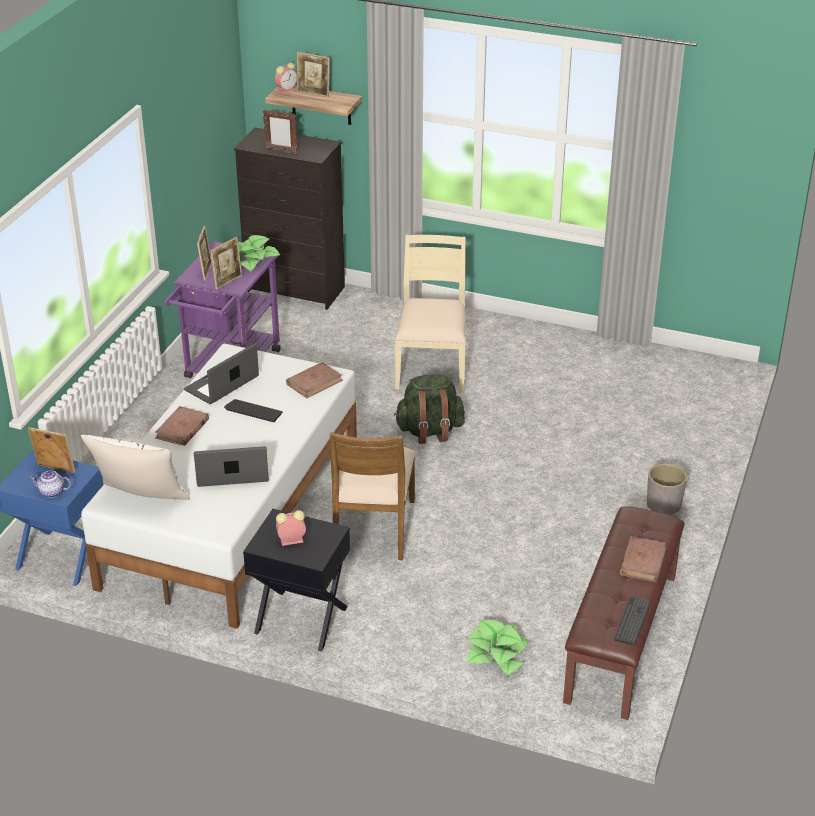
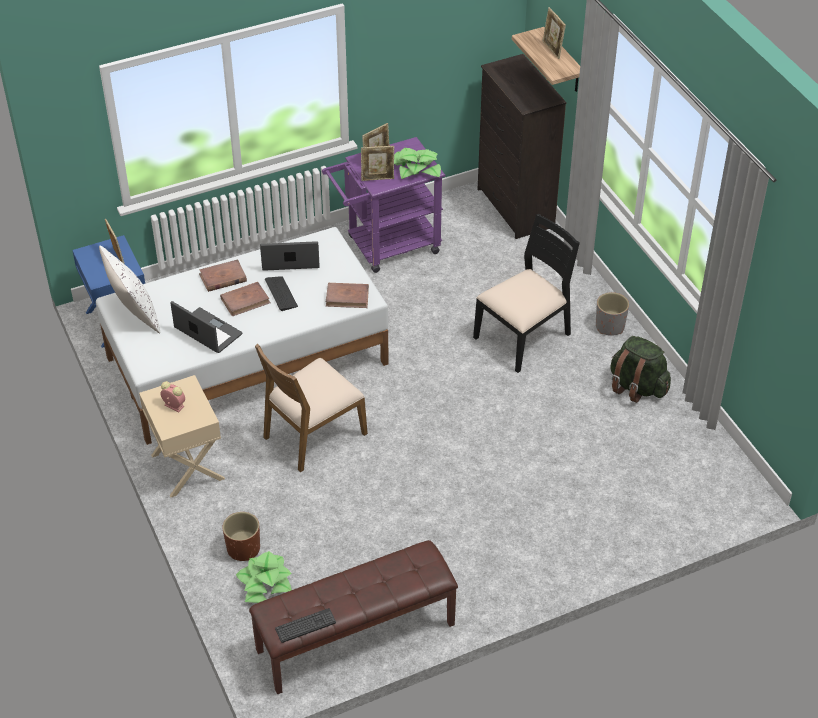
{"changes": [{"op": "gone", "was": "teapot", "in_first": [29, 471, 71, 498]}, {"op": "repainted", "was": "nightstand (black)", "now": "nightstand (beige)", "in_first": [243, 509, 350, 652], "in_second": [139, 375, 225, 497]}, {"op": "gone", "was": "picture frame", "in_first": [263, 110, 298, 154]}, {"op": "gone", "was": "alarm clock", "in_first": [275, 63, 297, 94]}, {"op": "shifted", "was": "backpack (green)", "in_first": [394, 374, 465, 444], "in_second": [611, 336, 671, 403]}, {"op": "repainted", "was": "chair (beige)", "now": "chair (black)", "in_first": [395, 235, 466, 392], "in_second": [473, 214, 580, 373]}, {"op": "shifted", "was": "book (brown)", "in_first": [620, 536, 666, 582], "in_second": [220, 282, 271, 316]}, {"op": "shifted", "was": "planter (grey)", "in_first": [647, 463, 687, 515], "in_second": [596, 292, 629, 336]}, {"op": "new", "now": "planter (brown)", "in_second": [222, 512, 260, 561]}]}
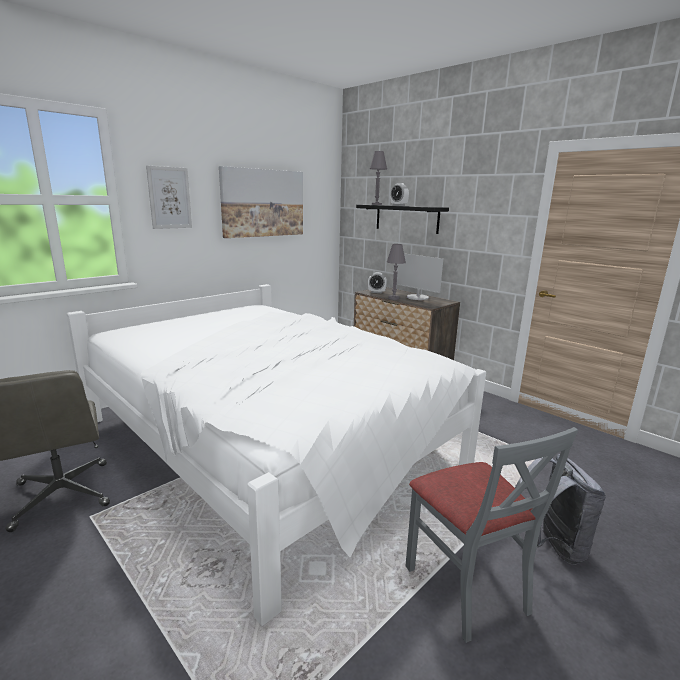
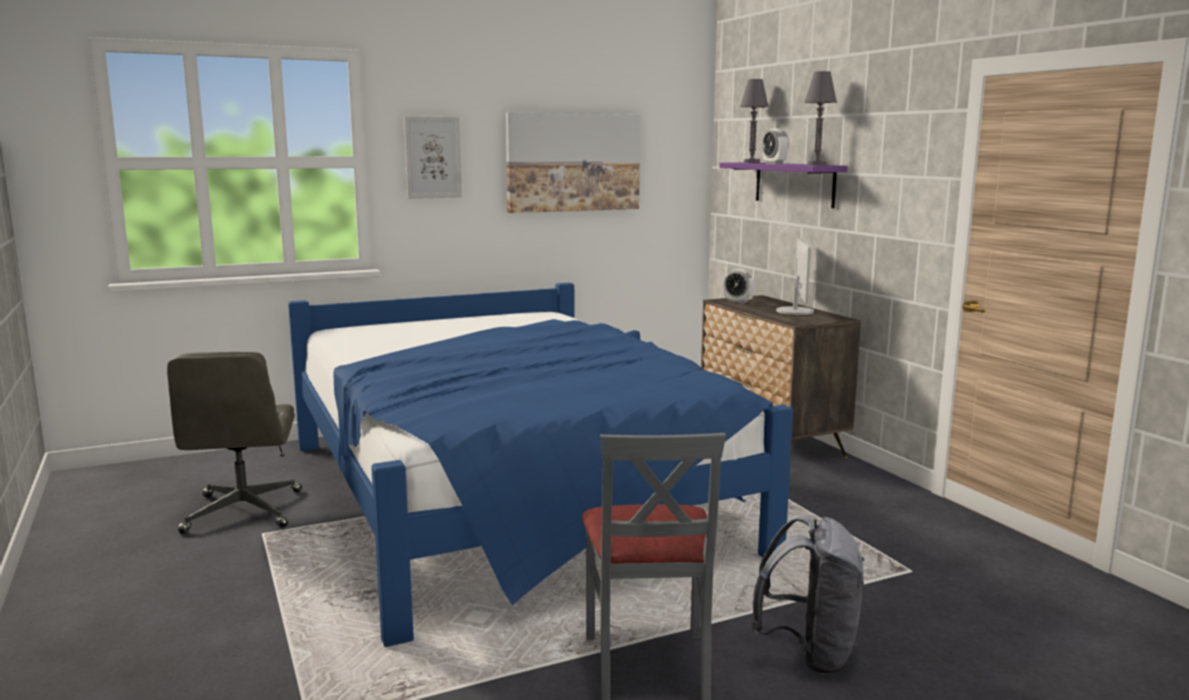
{"changes": [{"op": "repainted", "was": "bed (white)", "now": "bed (blue)", "in_first": [67, 284, 486, 626], "in_second": [288, 283, 793, 647]}, {"op": "repainted", "was": "shelf (black)", "now": "shelf (purple)", "in_first": [356, 205, 449, 234], "in_second": [719, 162, 848, 208]}, {"op": "shifted", "was": "table lamp (grey)", "in_first": [387, 244, 406, 300], "in_second": [804, 71, 837, 165]}, {"op": "rotated", "was": "monitor", "in_first": [397, 253, 443, 300], "in_second": [776, 238, 814, 315], "clockwise": -150}]}
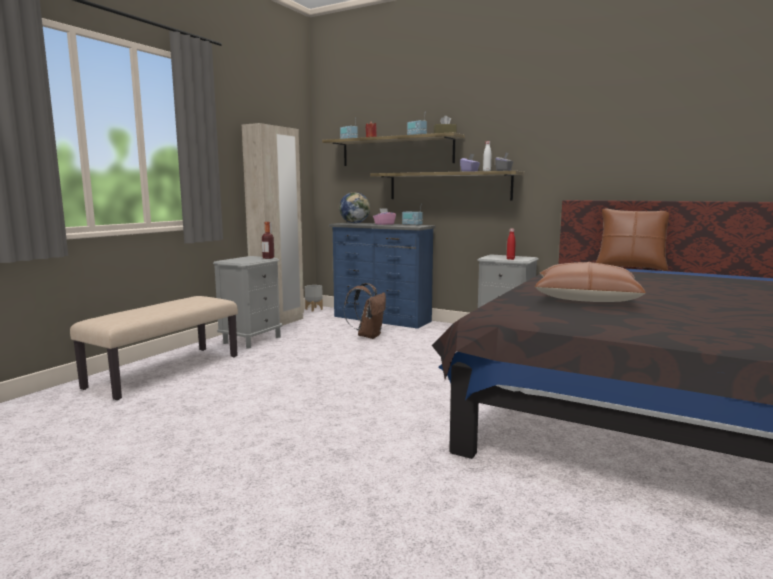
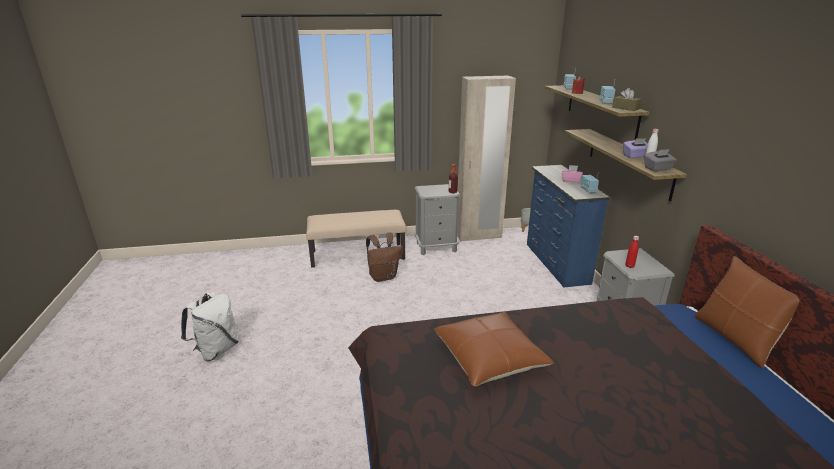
{"changes": [{"op": "gone", "was": "globe", "in_first": [339, 192, 370, 223]}, {"op": "shifted", "was": "backpack (brown)", "in_first": [344, 283, 386, 339], "in_second": [366, 233, 403, 282]}, {"op": "new", "now": "backpack (white)", "in_second": [181, 292, 238, 361]}]}
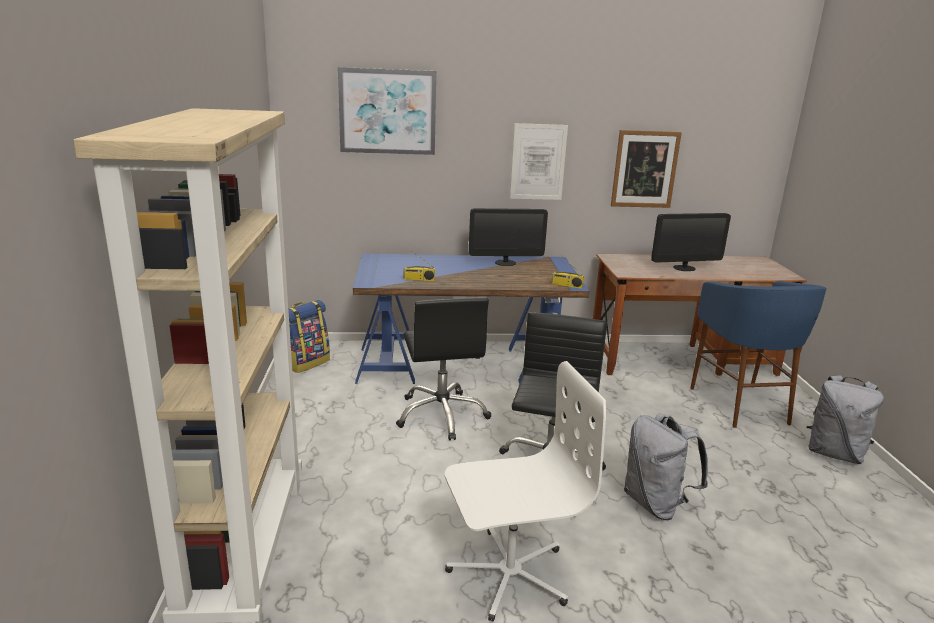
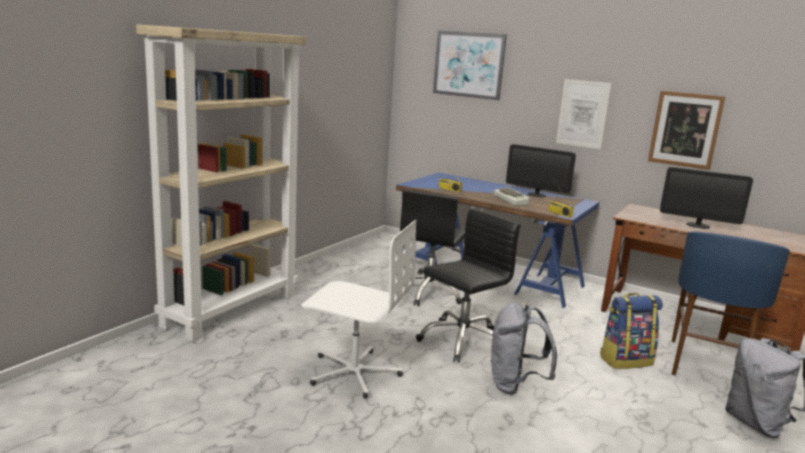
{"changes": [{"op": "shifted", "was": "backpack", "in_first": [288, 300, 330, 373], "in_second": [600, 293, 663, 369]}, {"op": "new", "now": "keyboard", "in_second": [494, 187, 530, 206]}]}
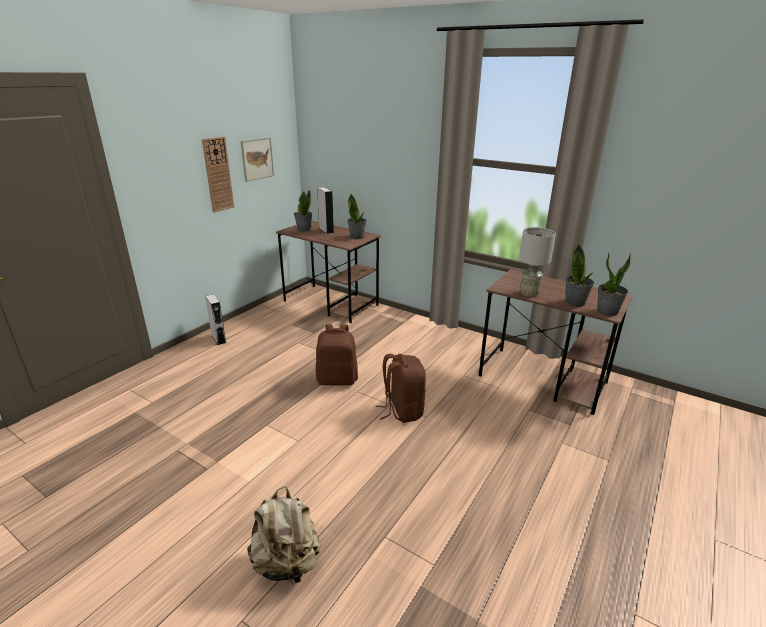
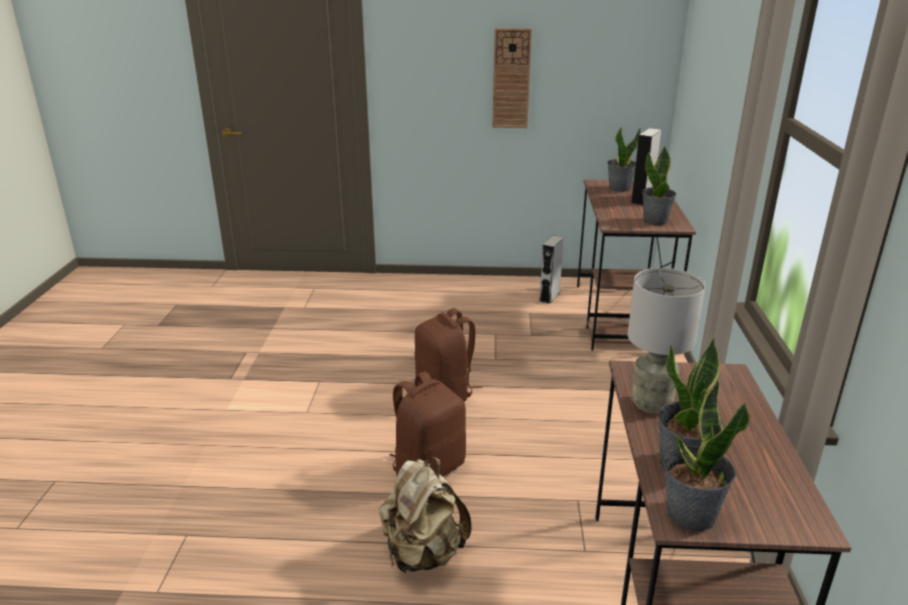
{"changes": [{"op": "shifted", "was": "speaker (grey)", "in_first": [205, 294, 226, 345], "in_second": [539, 235, 564, 304]}, {"op": "gone", "was": "picture", "in_first": [241, 137, 274, 182]}, {"op": "shifted", "was": "backpack (beige)", "in_first": [247, 486, 321, 586], "in_second": [379, 457, 471, 573]}]}
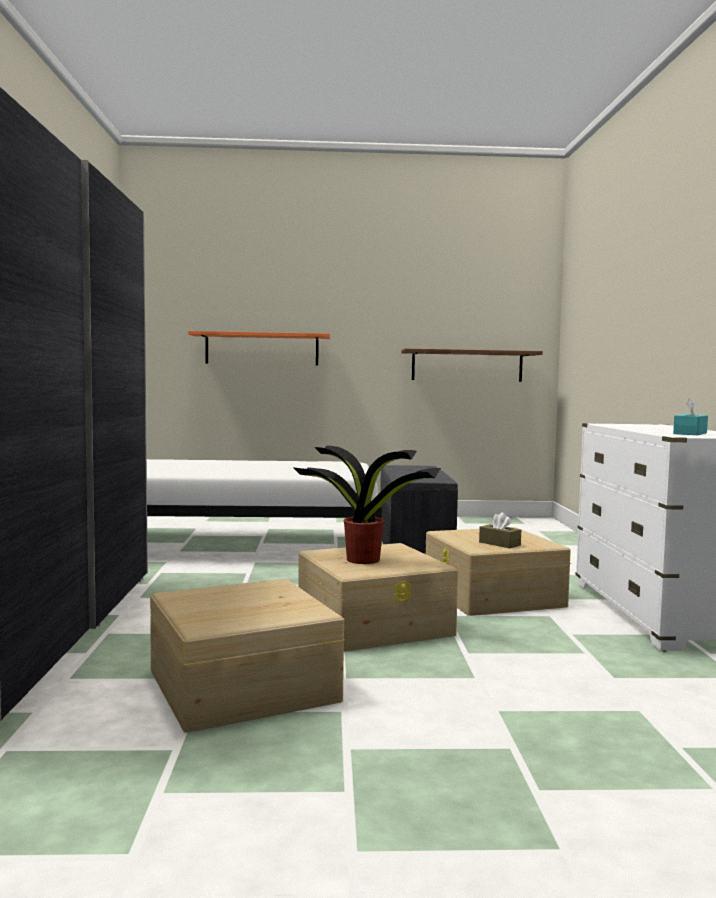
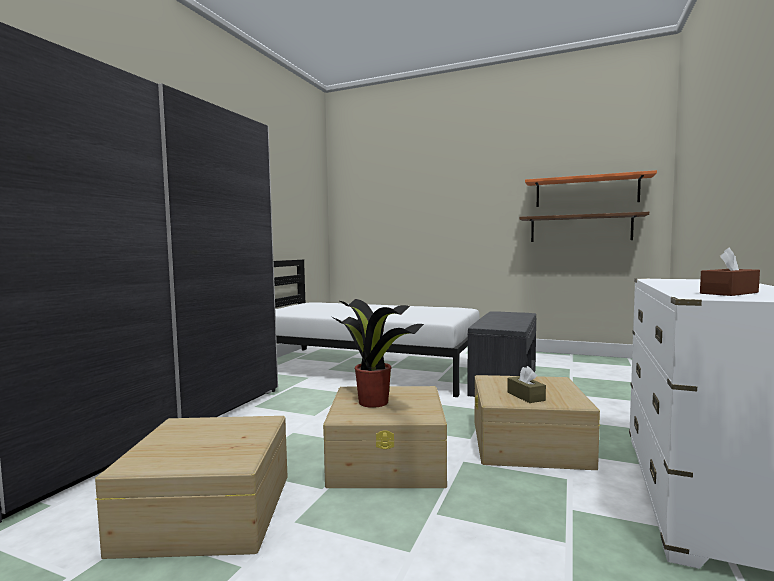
{"changes": [{"op": "shifted", "was": "shelf (orange)", "in_first": [188, 331, 330, 365], "in_second": [525, 170, 657, 207]}, {"op": "repainted", "was": "tissue box (turquoise)", "now": "tissue box (brown)", "in_first": [673, 397, 708, 435], "in_second": [700, 248, 760, 296]}]}
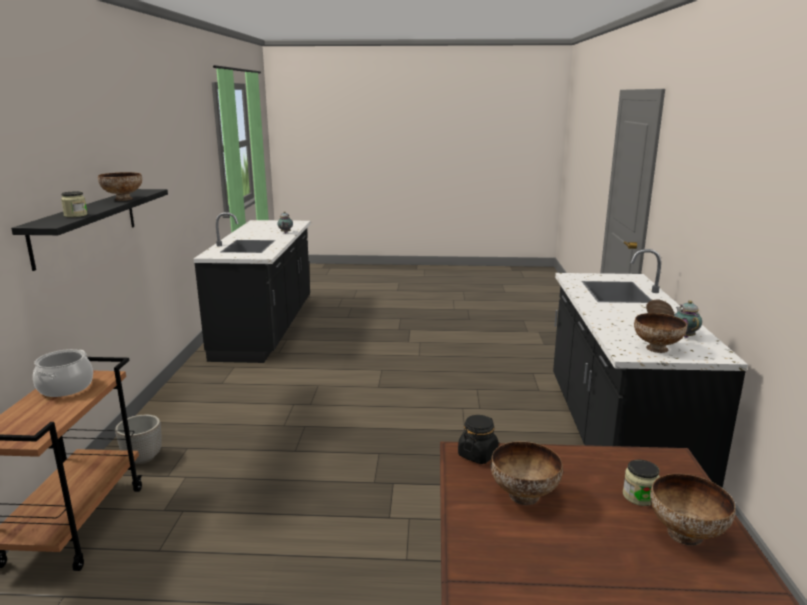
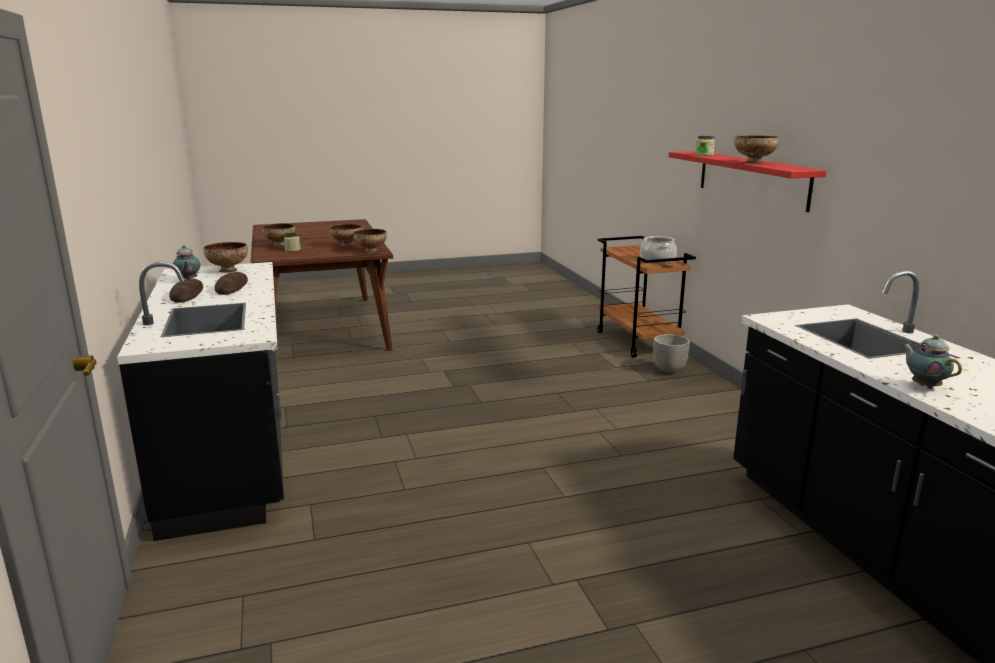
{"changes": [{"op": "repainted", "was": "shelf (black)", "now": "shelf (red)", "in_first": [11, 189, 168, 271], "in_second": [669, 151, 827, 212]}, {"op": "swapped", "was": "jar (black)", "now": "bowl", "in_first": [458, 415, 499, 464], "in_second": [353, 229, 387, 253]}, {"op": "new", "now": "bread", "in_second": [215, 272, 248, 295]}]}
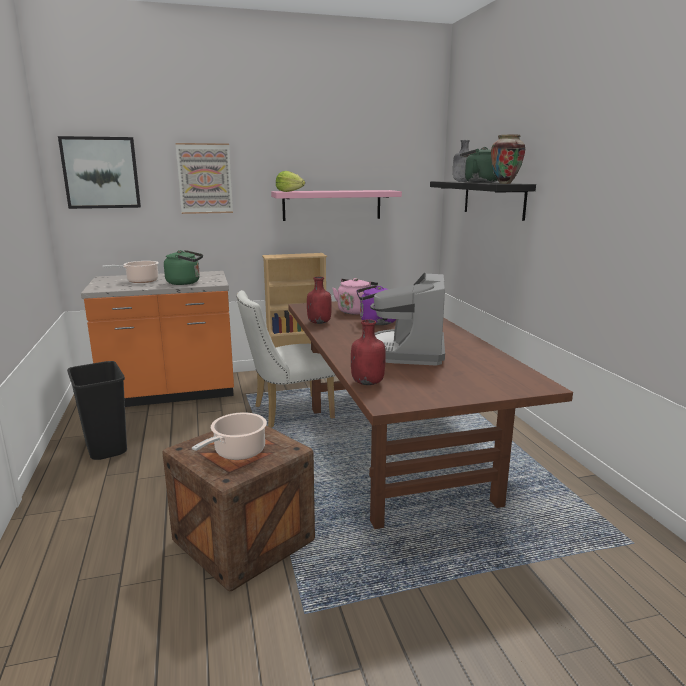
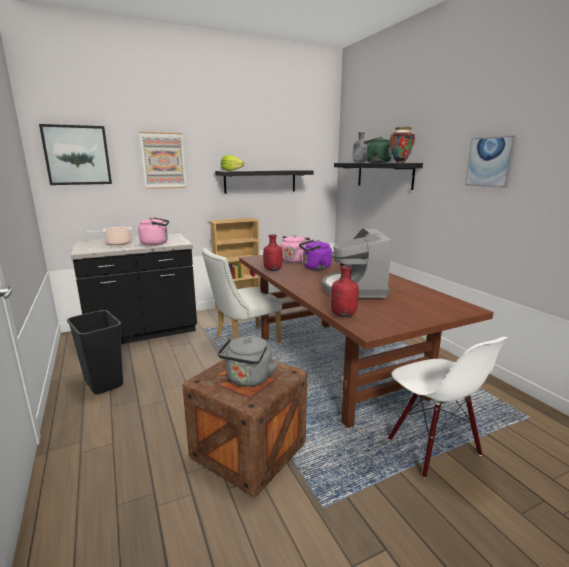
{"changes": [{"op": "repainted", "was": "counter (orange)", "now": "counter (black)", "in_first": [81, 271, 234, 407], "in_second": [71, 233, 197, 344]}, {"op": "repainted", "was": "kettle (green)", "now": "kettle (pink)", "in_first": [164, 250, 203, 285], "in_second": [138, 217, 169, 245]}, {"op": "swapped", "was": "cooking pot", "now": "kettle (grey)", "in_first": [192, 412, 267, 460], "in_second": [218, 336, 280, 387]}, {"op": "repainted", "was": "shelf (pink)", "now": "shelf (black)", "in_first": [271, 190, 402, 221], "in_second": [215, 170, 314, 194]}, {"op": "new", "now": "chair (white)", "in_second": [388, 337, 508, 478]}, {"op": "new", "now": "picture", "in_second": [465, 135, 517, 188]}]}
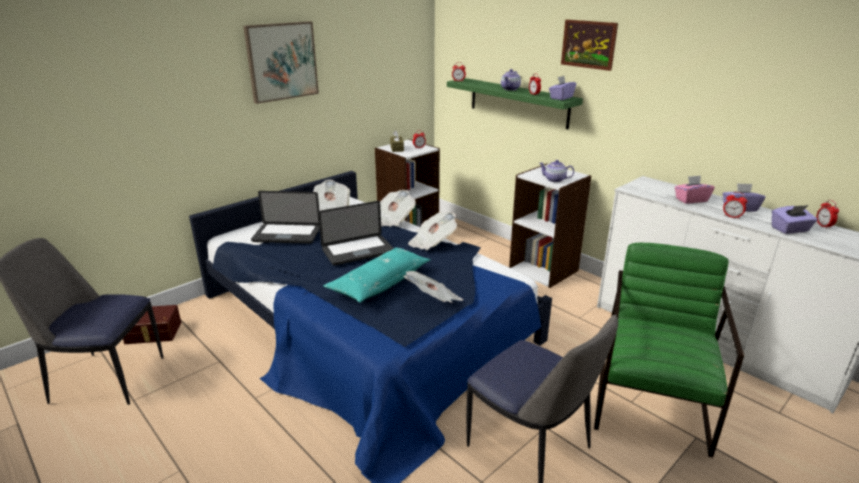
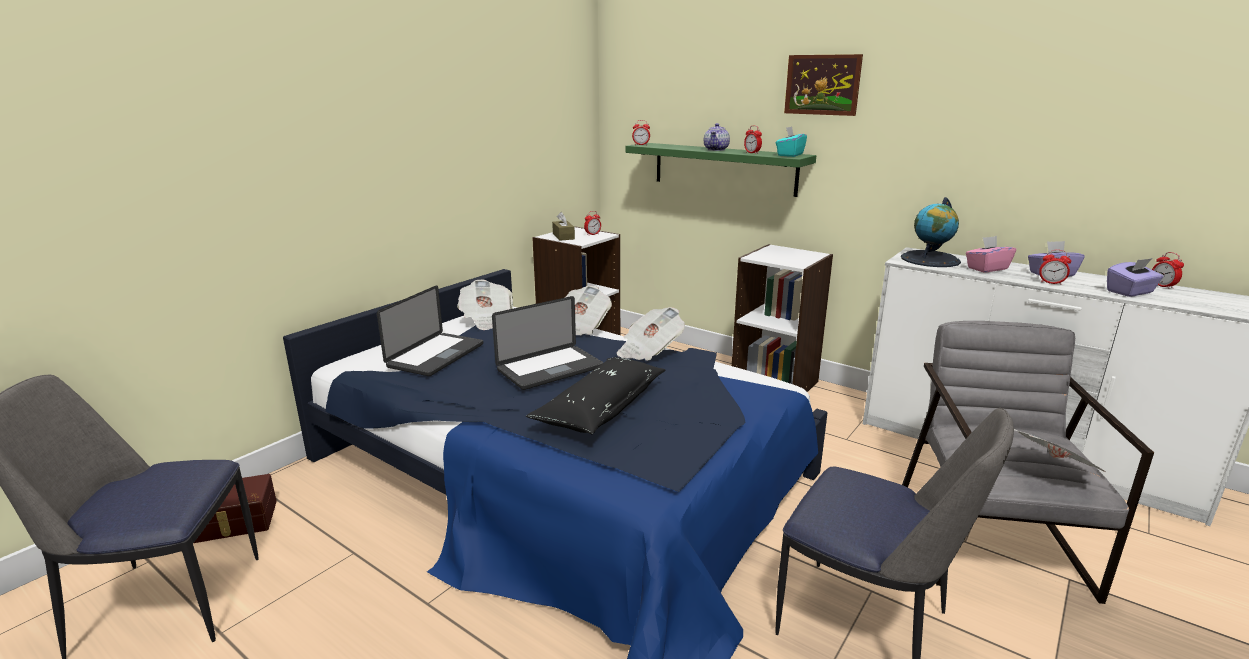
{"changes": [{"op": "gone", "was": "picture", "in_first": [243, 21, 319, 104]}, {"op": "rotated", "was": "laptop", "in_first": [251, 191, 320, 244], "in_second": [377, 285, 483, 376], "clockwise": -60}, {"op": "repainted", "was": "pillow (turquoise)", "now": "pillow (black)", "in_first": [323, 247, 431, 303], "in_second": [526, 357, 665, 434]}, {"op": "shifted", "was": "newspaper", "in_first": [404, 271, 463, 303], "in_second": [1014, 429, 1107, 473]}, {"op": "gone", "was": "teapot", "in_first": [539, 160, 574, 182]}, {"op": "repainted", "was": "tissue box (purple)", "now": "tissue box (turquoise)", "in_first": [549, 76, 576, 100], "in_second": [776, 126, 807, 157]}, {"op": "repainted", "was": "armchair (green)", "now": "armchair (grey)", "in_first": [594, 243, 744, 458], "in_second": [902, 321, 1154, 604]}, {"op": "new", "now": "globe", "in_second": [901, 197, 961, 267]}]}
